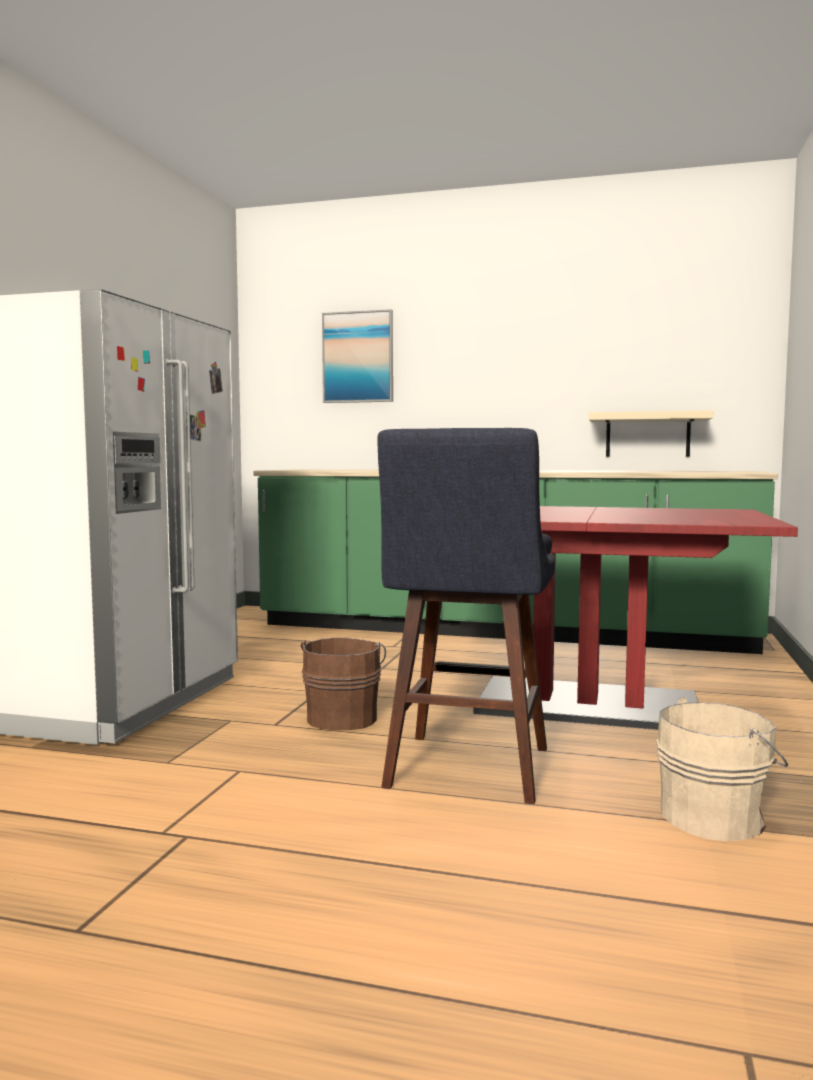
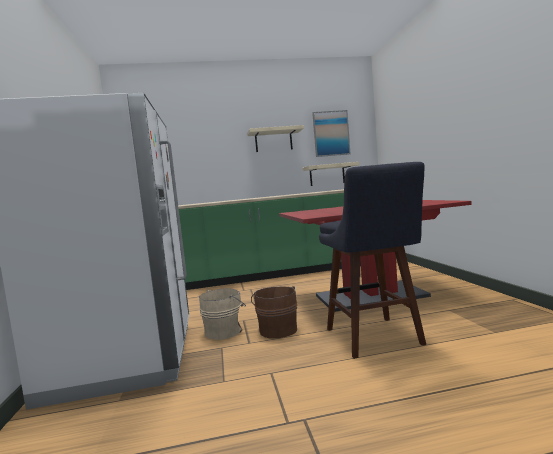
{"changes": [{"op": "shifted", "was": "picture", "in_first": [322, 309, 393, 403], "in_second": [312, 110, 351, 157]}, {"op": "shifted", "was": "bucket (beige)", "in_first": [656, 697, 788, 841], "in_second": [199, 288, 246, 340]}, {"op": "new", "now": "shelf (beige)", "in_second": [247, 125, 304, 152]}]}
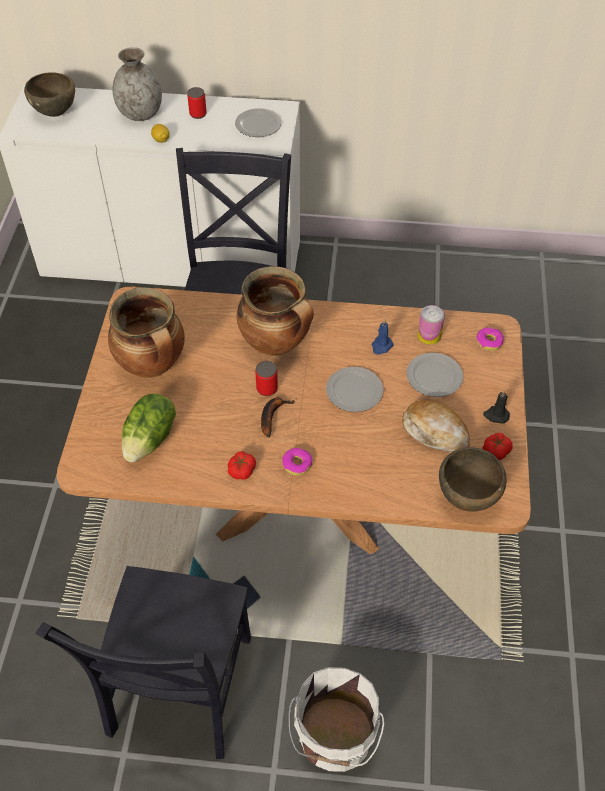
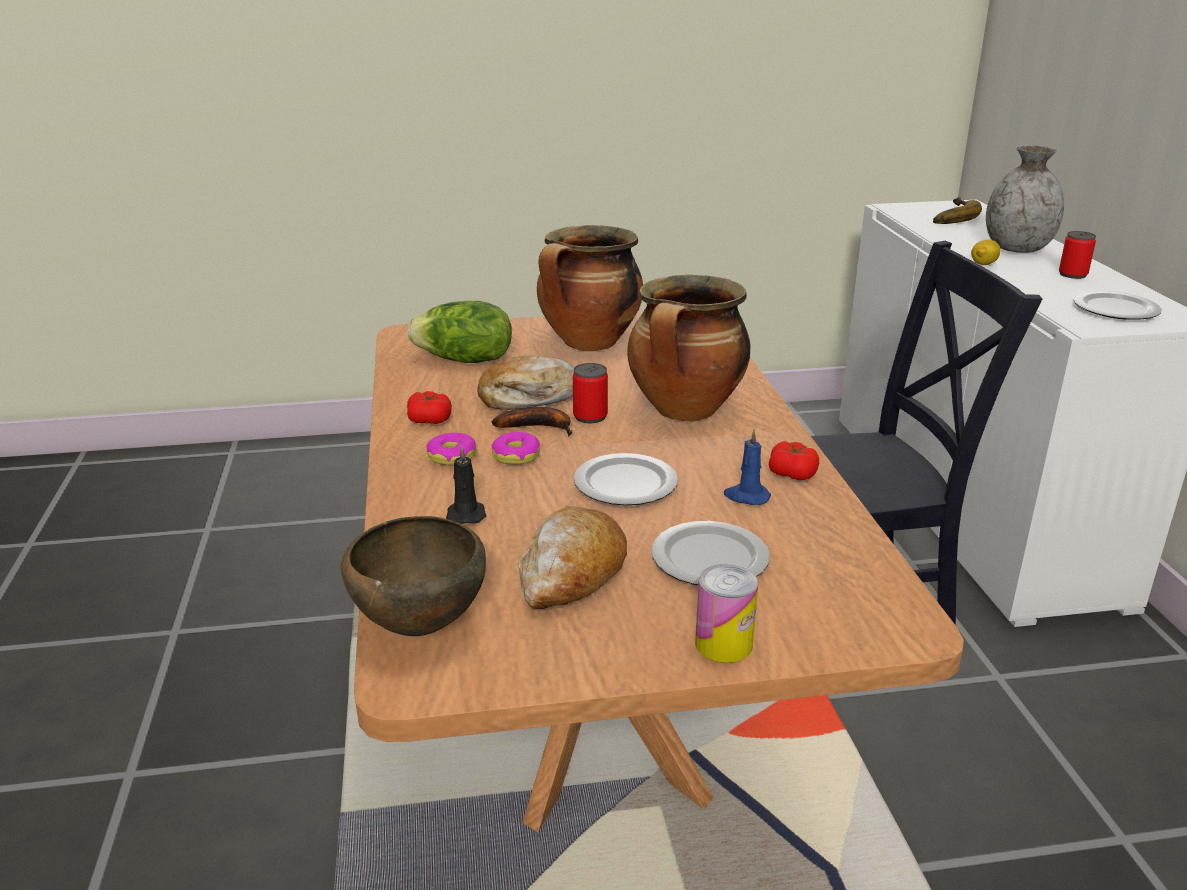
{"changes": [{"op": "swapped", "was": "bowl (brown)", "now": "banana", "in_first": [24, 72, 75, 117], "in_second": [933, 197, 982, 224]}, {"op": "gone", "was": "chair (black)", "in_first": [35, 566, 251, 759]}, {"op": "gone", "was": "bucket (white)", "in_first": [288, 667, 384, 772]}, {"op": "shifted", "was": "can", "in_first": [417, 305, 445, 345], "in_second": [695, 564, 758, 663]}, {"op": "shifted", "was": "donut", "in_first": [476, 327, 504, 351], "in_second": [492, 432, 540, 465]}, {"op": "shifted", "was": "tomato", "in_first": [482, 433, 513, 460], "in_second": [769, 441, 819, 480]}, {"op": "shifted", "was": "candle (black)", "in_first": [483, 390, 510, 424], "in_second": [446, 446, 486, 524]}, {"op": "new", "now": "bread", "in_second": [477, 355, 574, 410]}]}
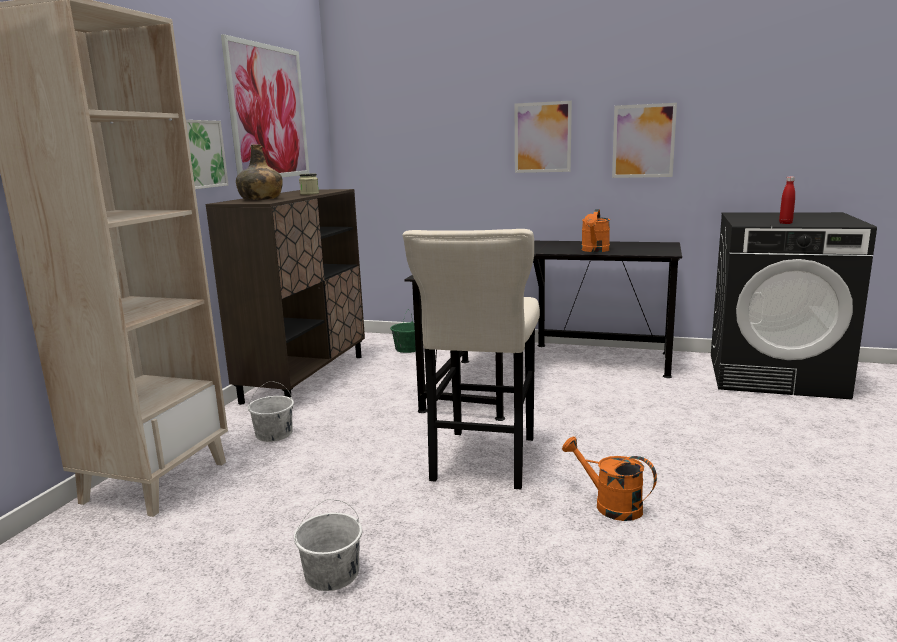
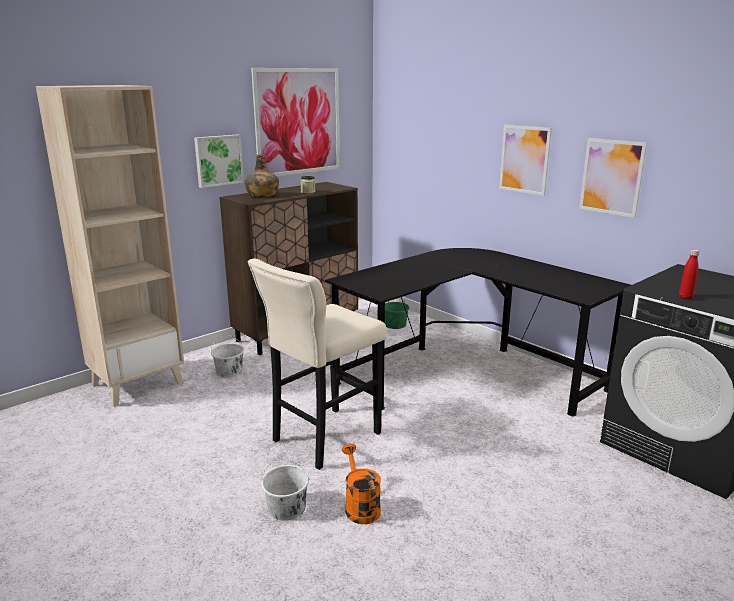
{"changes": [{"op": "shifted", "was": "bucket (white)", "in_first": [294, 499, 362, 591], "in_second": [261, 459, 309, 521]}, {"op": "gone", "was": "watering can (orange)", "in_first": [581, 209, 610, 252]}]}
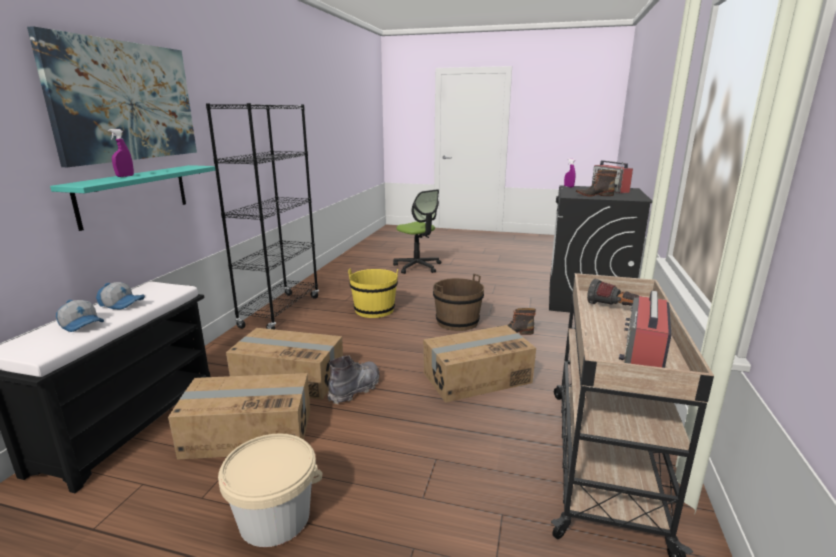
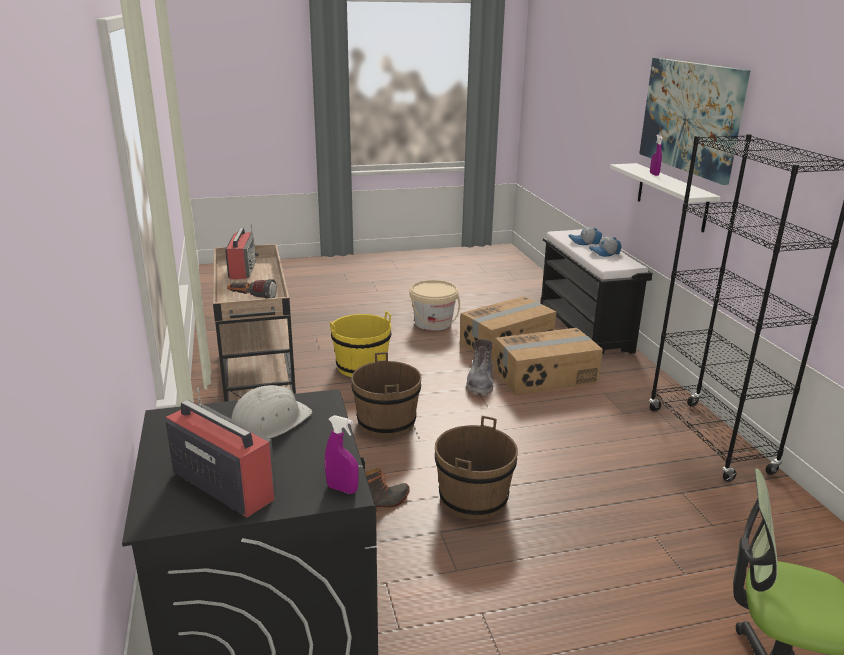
{"changes": [{"op": "repainted", "was": "shelf (turquoise)", "now": "shelf (white)", "in_first": [50, 165, 215, 231], "in_second": [610, 163, 720, 232]}, {"op": "shifted", "was": "bucket (yellow)", "in_first": [348, 268, 398, 318], "in_second": [330, 311, 391, 377]}, {"op": "swapped", "was": "cardboard box", "now": "bucket (brown)", "in_first": [423, 325, 536, 403], "in_second": [351, 352, 422, 437]}, {"op": "swapped", "was": "boot", "now": "hard hat (white)", "in_first": [576, 170, 617, 197], "in_second": [232, 385, 312, 439]}]}
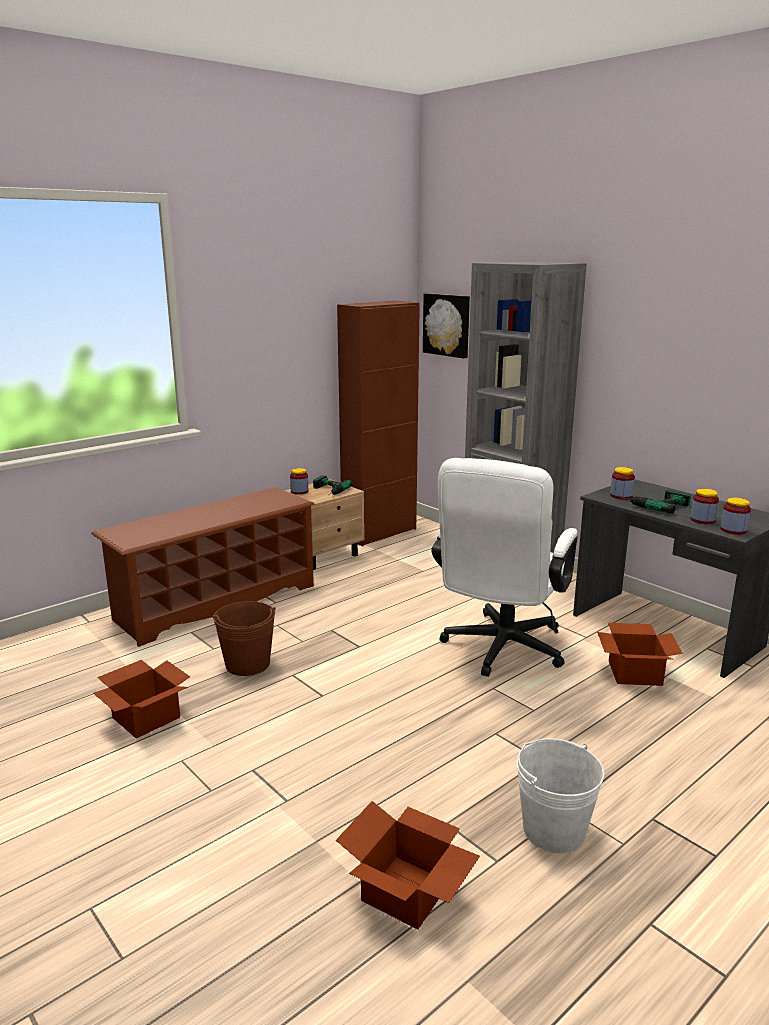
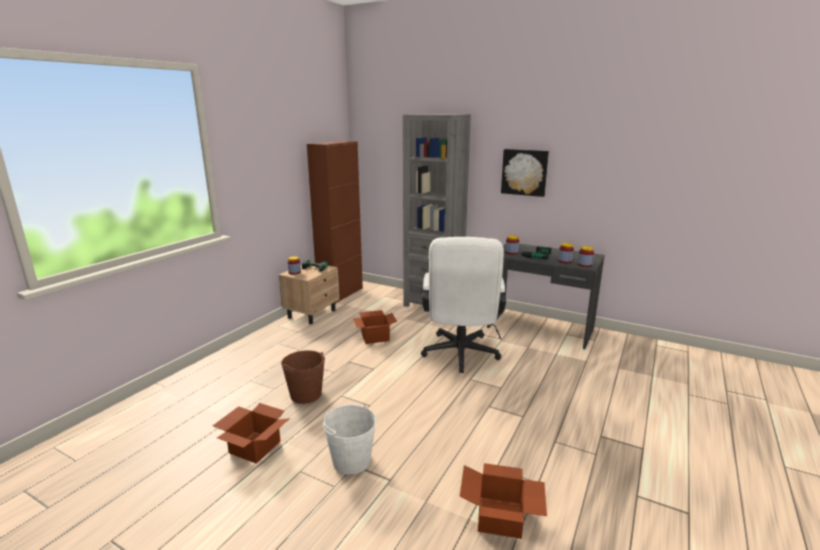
{"changes": [{"op": "gone", "was": "shoe rack (brown)", "in_first": [91, 487, 315, 647]}, {"op": "shifted", "was": "picture", "in_first": [423, 293, 470, 359], "in_second": [501, 149, 549, 197]}, {"op": "shifted", "was": "bucket (white)", "in_first": [517, 738, 604, 853], "in_second": [323, 405, 376, 475]}, {"op": "shifted", "was": "cardboard box", "in_first": [597, 623, 683, 686], "in_second": [353, 310, 397, 344]}]}
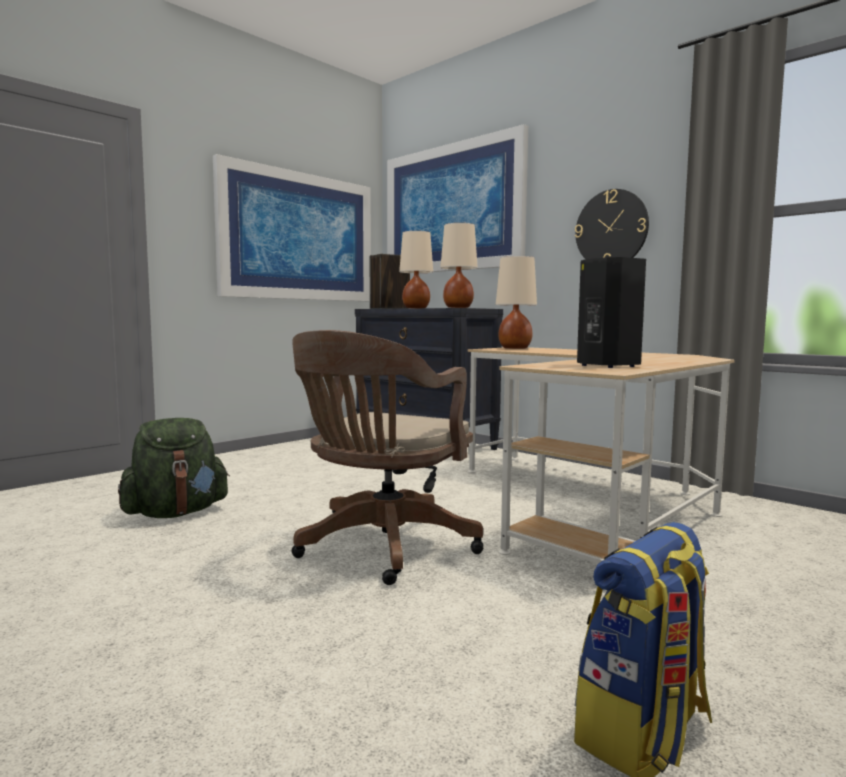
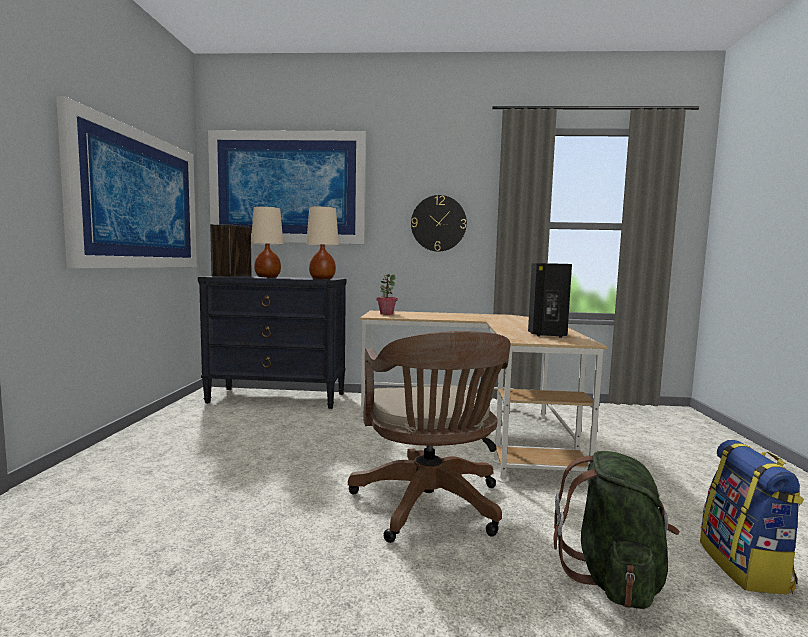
{"changes": [{"op": "shifted", "was": "backpack (green)", "in_first": [118, 418, 230, 518], "in_second": [554, 451, 680, 609]}, {"op": "swapped", "was": "table lamp (beige)", "now": "potted plant", "in_first": [496, 256, 537, 349], "in_second": [376, 274, 397, 315]}]}
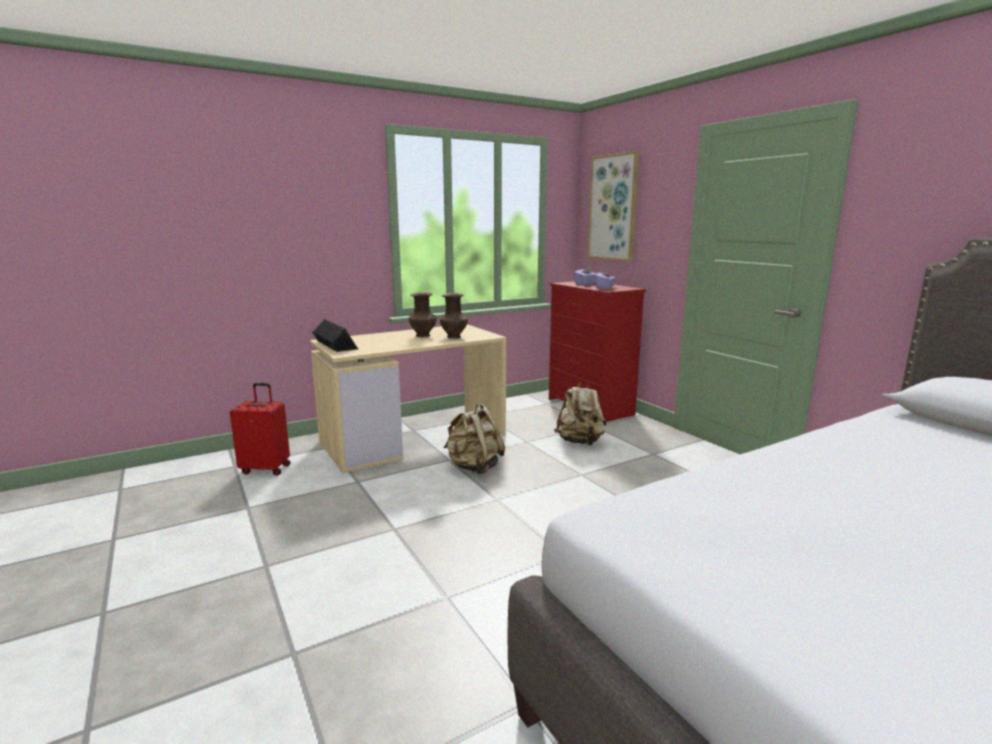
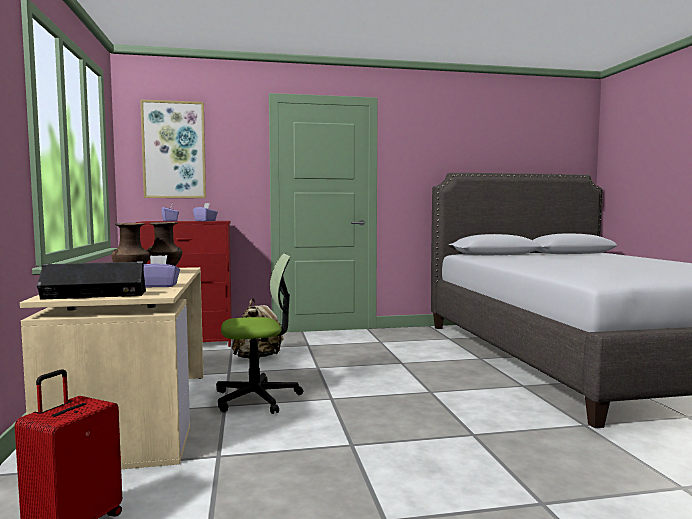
{"changes": [{"op": "swapped", "was": "backpack (beige)", "now": "office chair", "in_first": [444, 403, 505, 475], "in_second": [216, 253, 303, 414]}, {"op": "new", "now": "tissue box (purple)", "in_second": [143, 255, 180, 288]}]}
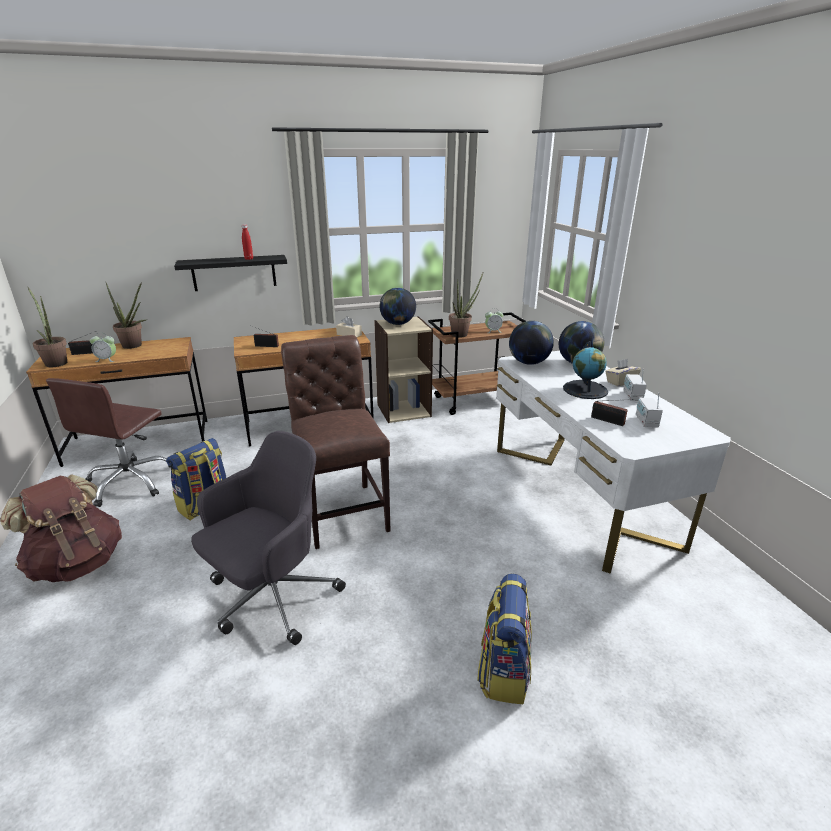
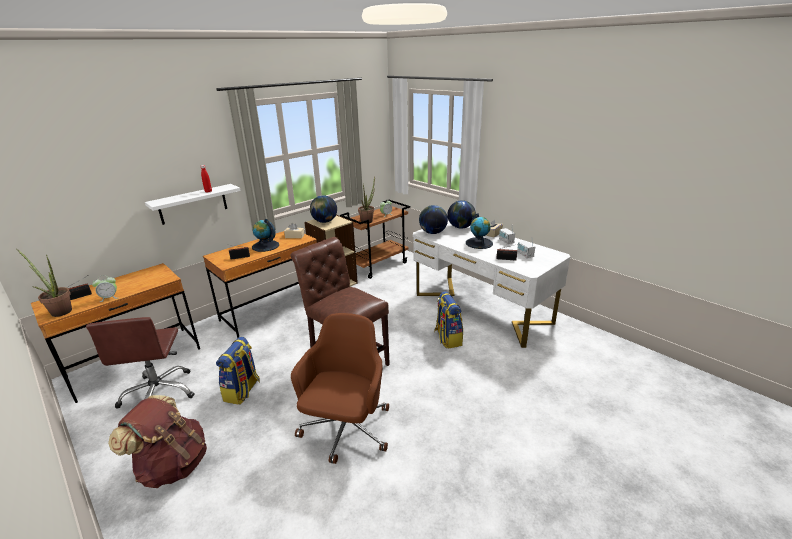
{"changes": [{"op": "gone", "was": "potted plant", "in_first": [106, 282, 147, 349]}, {"op": "repainted", "was": "shelf (black)", "now": "shelf (white)", "in_first": [174, 255, 287, 291], "in_second": [145, 184, 241, 225]}, {"op": "repainted", "was": "office chair (grey)", "now": "office chair (brown)", "in_first": [191, 431, 346, 645], "in_second": [291, 313, 389, 464]}, {"op": "shifted", "was": "backpack", "in_first": [477, 574, 532, 704], "in_second": [434, 291, 463, 348]}, {"op": "new", "now": "globe", "in_second": [252, 219, 279, 252]}]}
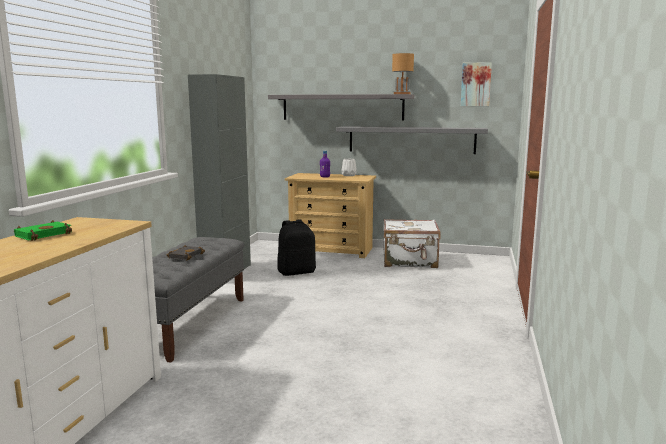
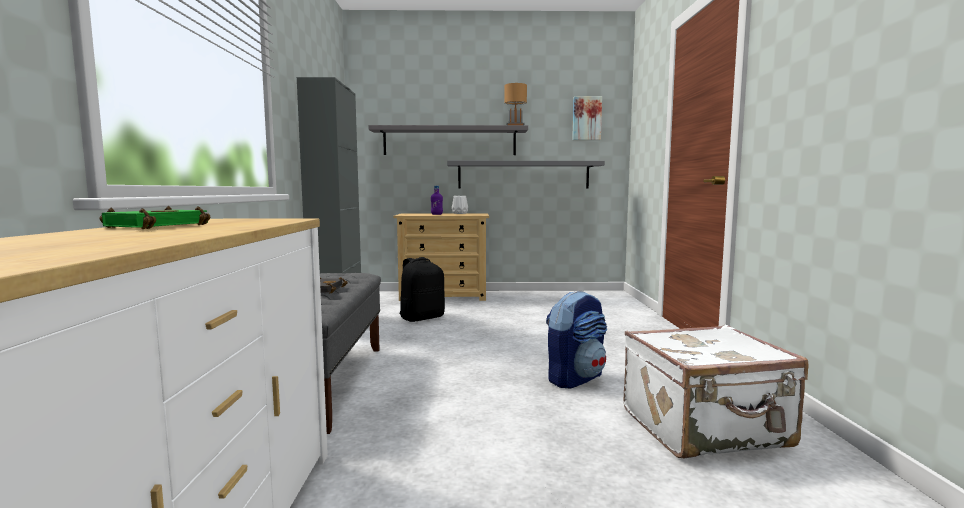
{"changes": [{"op": "shifted", "was": "suitcase (white)", "in_first": [383, 219, 441, 268], "in_second": [624, 325, 809, 459]}, {"op": "new", "now": "backpack", "in_second": [546, 291, 607, 388]}]}
